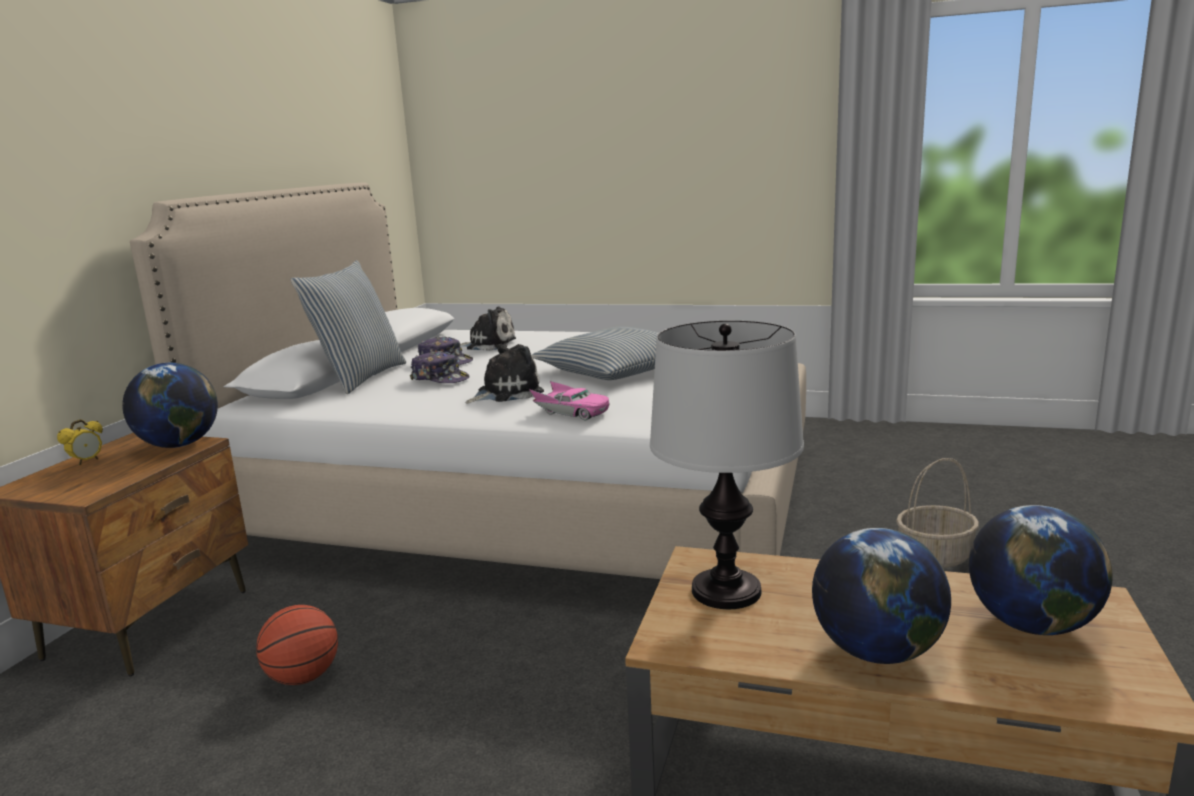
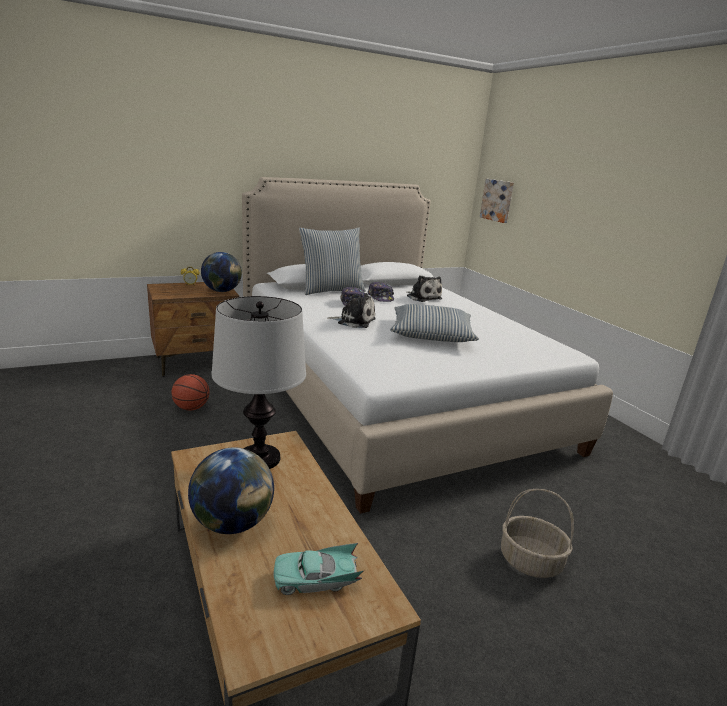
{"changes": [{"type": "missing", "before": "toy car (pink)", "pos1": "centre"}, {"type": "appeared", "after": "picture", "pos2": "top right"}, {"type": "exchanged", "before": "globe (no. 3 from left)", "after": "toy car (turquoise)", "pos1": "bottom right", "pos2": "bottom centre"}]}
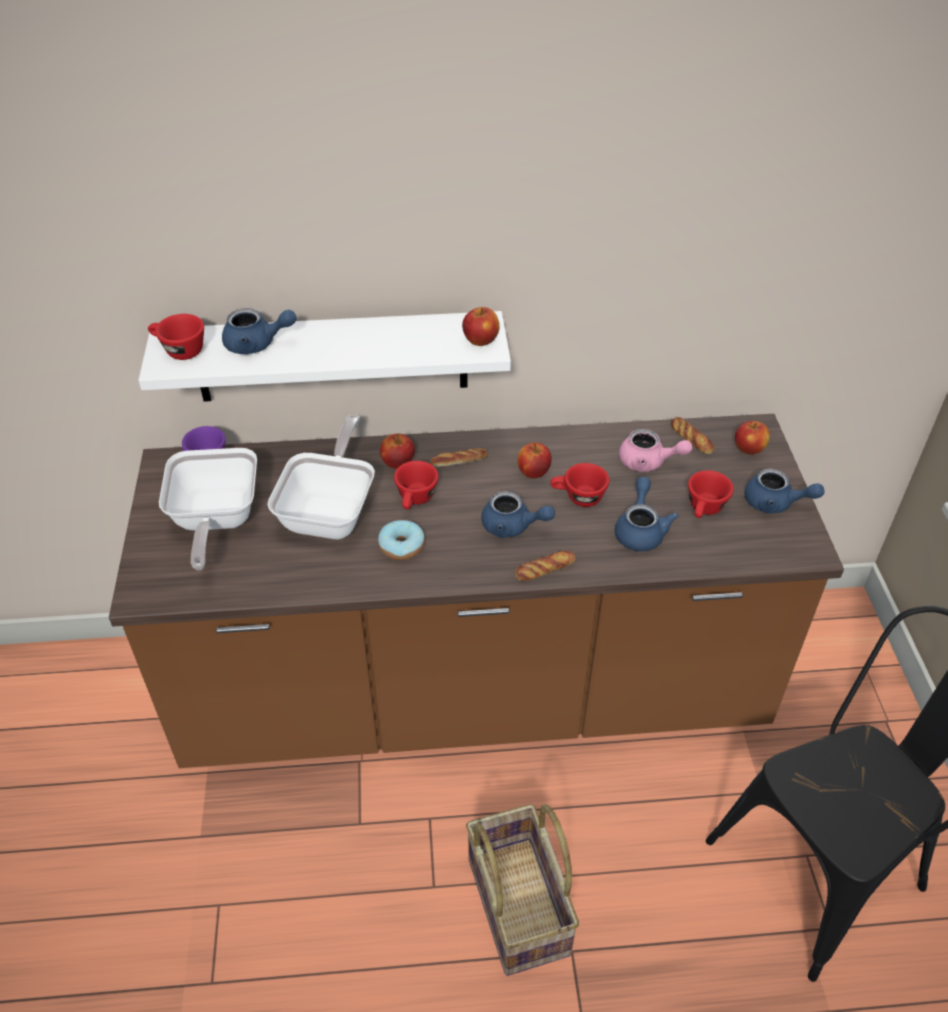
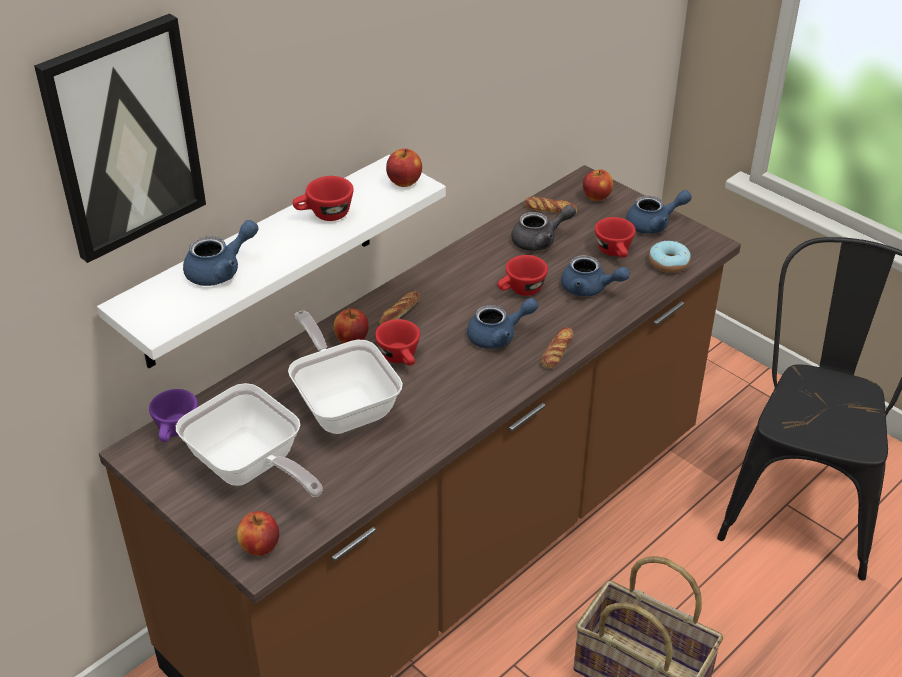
{"changes": [{"type": "appeared", "after": "picture", "pos2": "top left"}, {"type": "relocated", "before": "cup (red) (no. 1 from left)", "pos1": "top left", "pos2": "top centre"}, {"type": "relocated", "before": "donut", "pos1": "centre", "pos2": "middle right"}, {"type": "relocated", "before": "apple (no. 3 from left in the first image)", "after": "apple (no. 1 from left)", "pos1": "centre", "pos2": "bottom left"}, {"type": "colour", "before": "teapot (pink)", "after": "teapot (grey)", "pos1": "middle right", "pos2": "centre"}, {"type": "spun", "before": "teapot (blue) (no. 3 from left)", "pos1": "middle right", "pos2": "centre", "turn": 150}]}
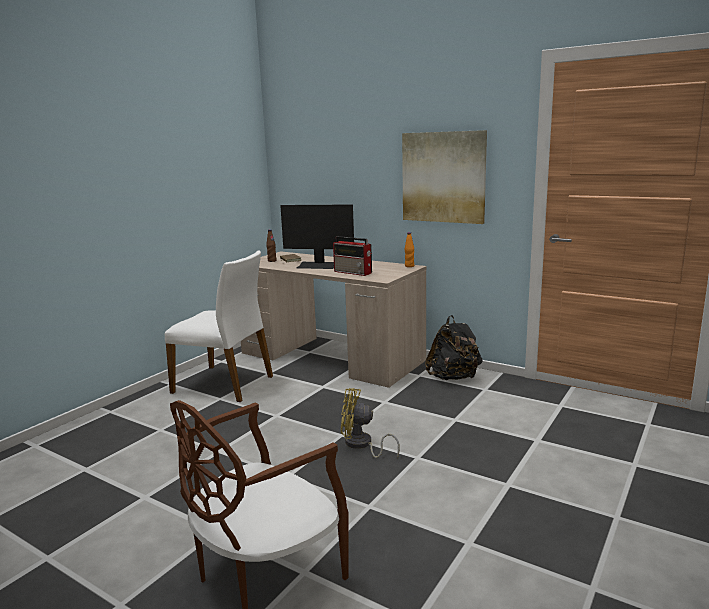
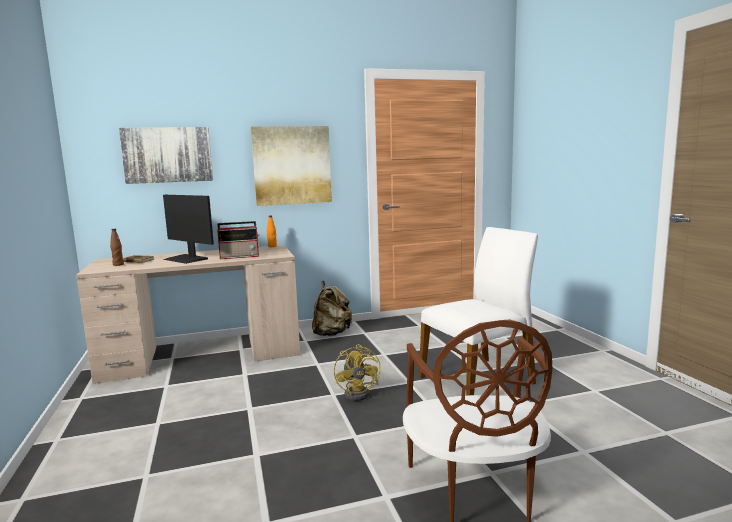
{"changes": [{"type": "appeared", "after": "picture (no. 1 from left)", "pos2": "top left"}, {"type": "relocated", "before": "chair (white)", "pos1": "middle left", "pos2": "centre"}, {"type": "colour", "before": "backpack (black)", "after": "backpack (beige)", "pos1": "centre", "pos2": "centre"}, {"type": "spun", "before": "monitor", "pos1": "centre", "pos2": "middle left", "turn": 75}, {"type": "spun", "before": "fan (yellow)", "pos1": "bottom centre", "pos2": "bottom centre", "turn": -60}]}
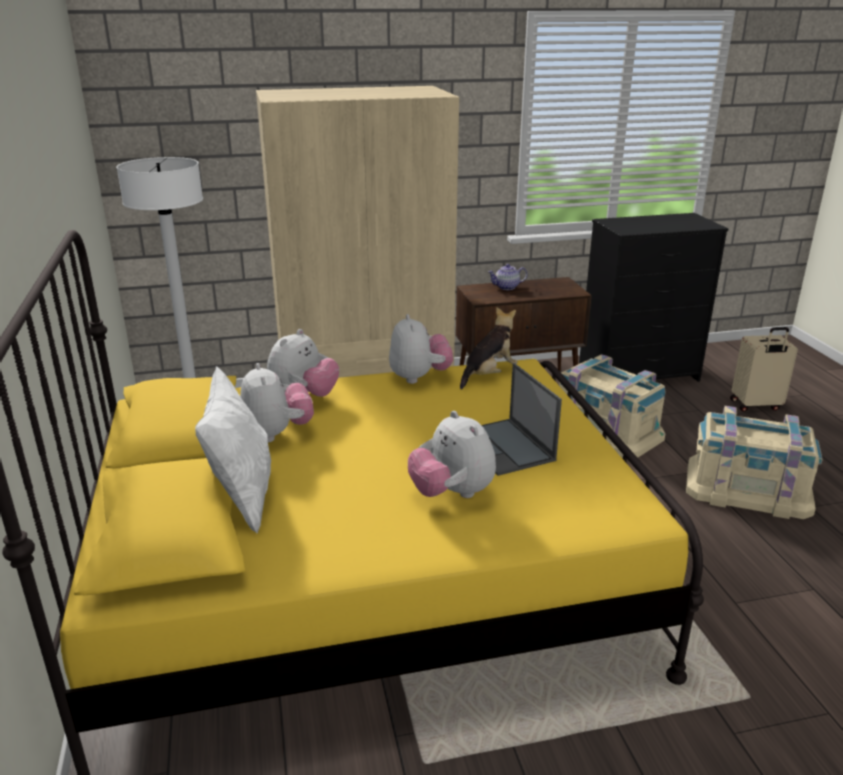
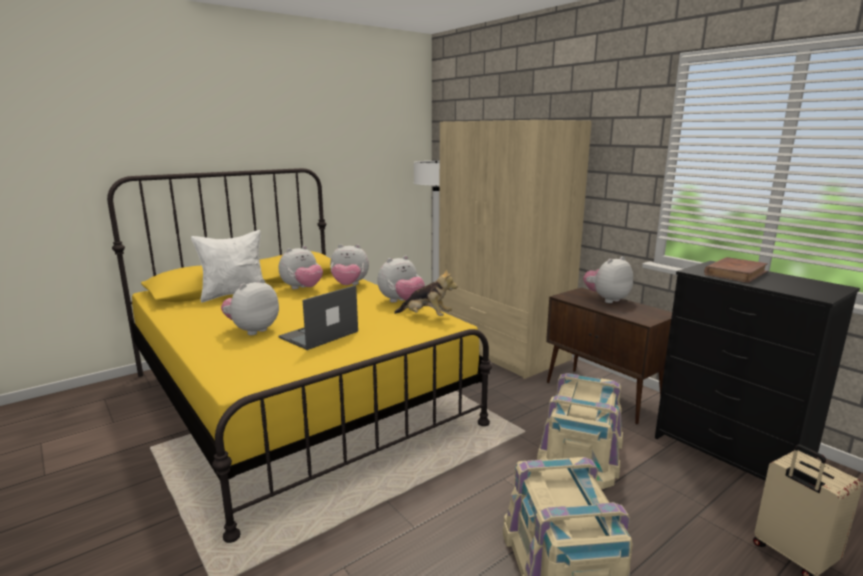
{"changes": [{"type": "appeared", "after": "book (brown)", "pos2": "middle right"}, {"type": "exchanged", "before": "teapot", "after": "plush toy (no. 6 from left)", "pos1": "centre", "pos2": "middle right"}]}
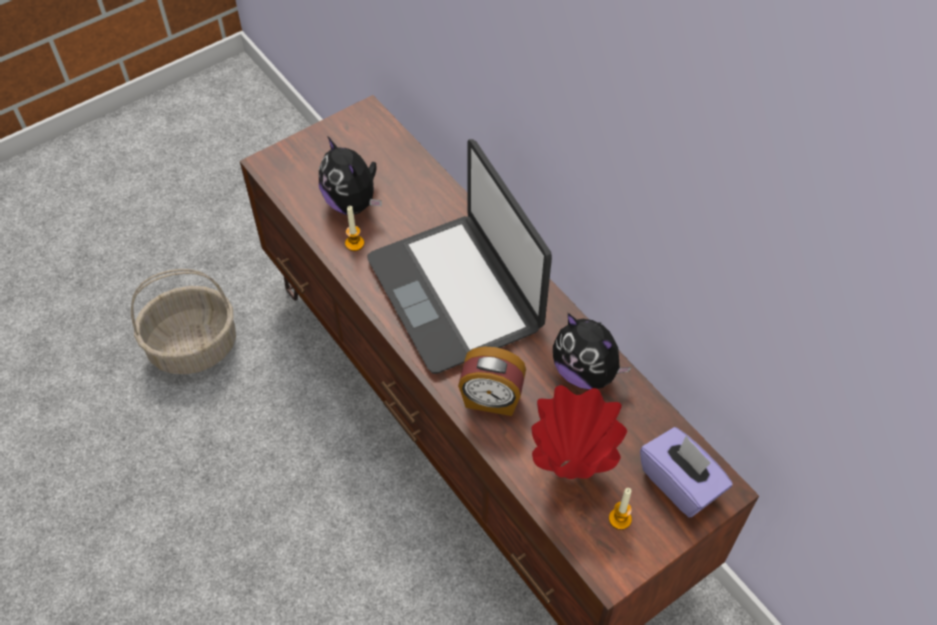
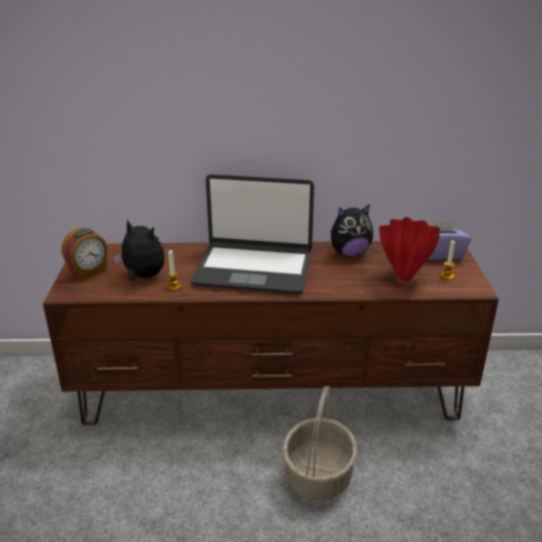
{"changes": [{"type": "relocated", "before": "basket", "pos1": "middle left", "pos2": "bottom centre"}, {"type": "relocated", "before": "alarm clock", "pos1": "centre", "pos2": "middle left"}, {"type": "spun", "before": "plush toy (no. 1 from left)", "pos1": "top centre", "pos2": "middle left", "turn": -150}]}
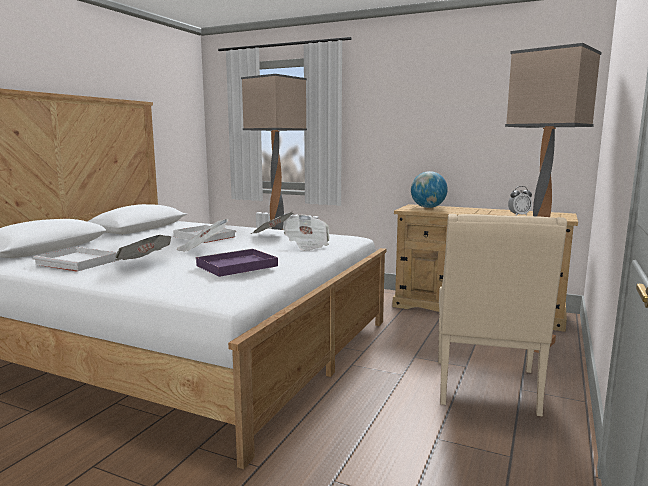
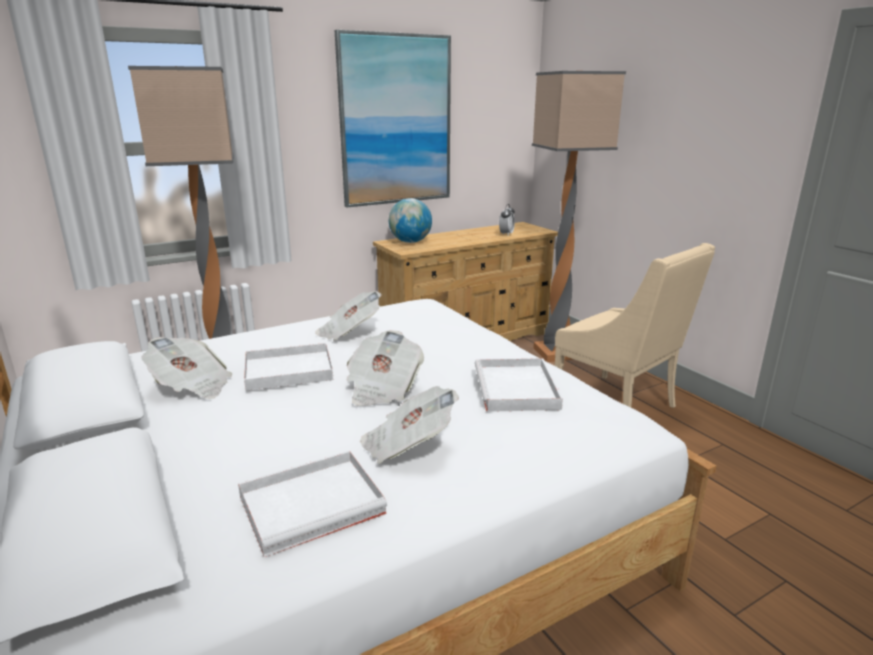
{"changes": [{"type": "appeared", "after": "picture", "pos2": "top centre"}, {"type": "relocated", "before": "newspaper (no. 4 from left in the first image)", "after": "newspaper (no. 1 from left)", "pos1": "centre", "pos2": "middle left"}, {"type": "colour", "before": "tray (purple)", "after": "tray (white) (no. 3 from left)", "pos1": "centre", "pos2": "centre"}]}
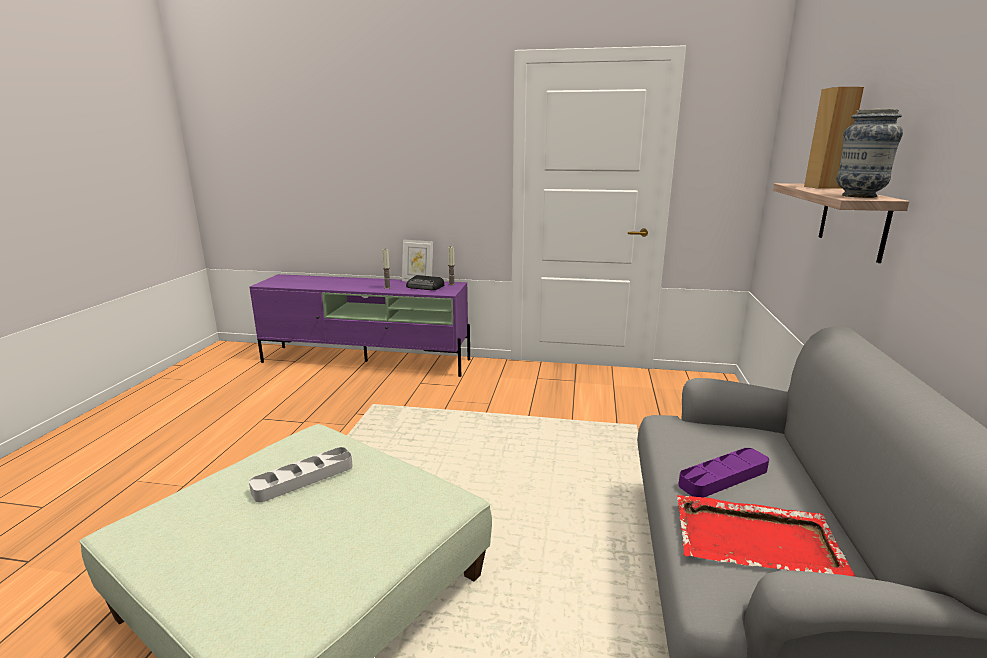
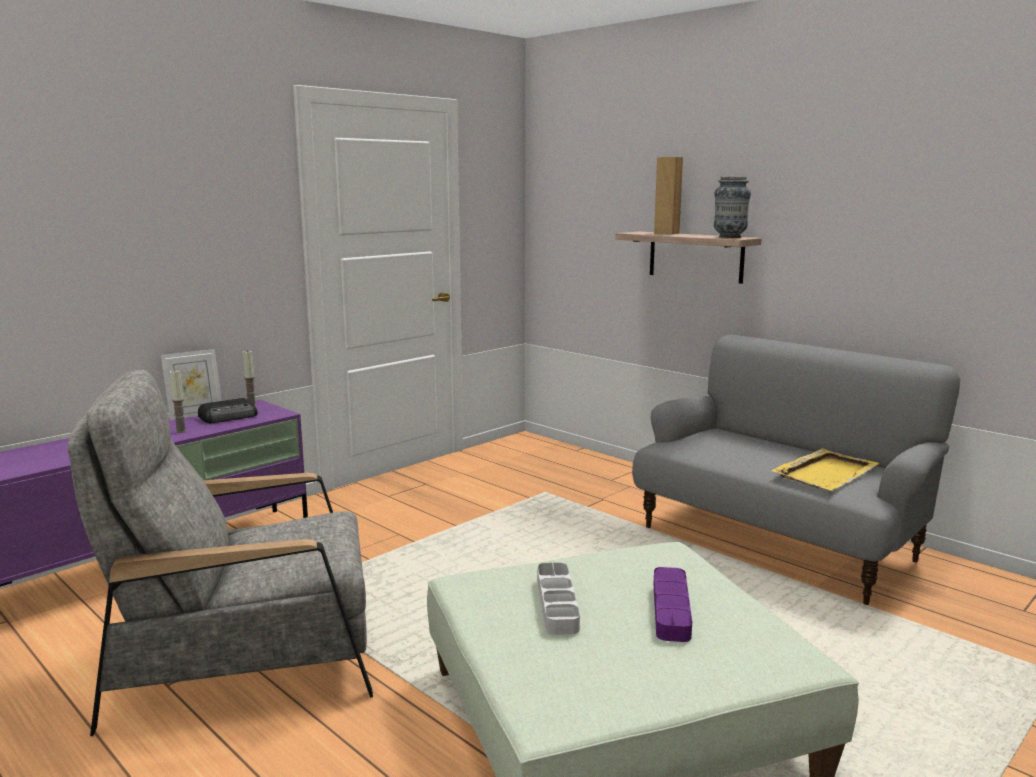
{"changes": [{"type": "appeared", "after": "armchair (grey)", "pos2": "bottom left"}, {"type": "relocated", "before": "tray (purple)", "pos1": "bottom right", "pos2": "bottom centre"}, {"type": "colour", "before": "tray (red)", "after": "tray (yellow)", "pos1": "bottom right", "pos2": "middle right"}]}
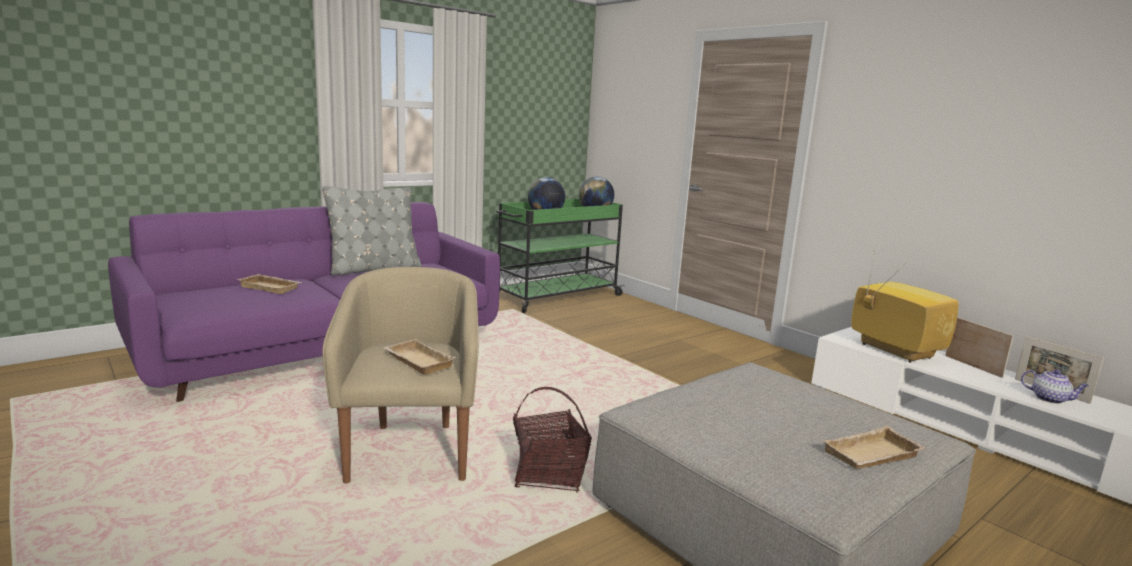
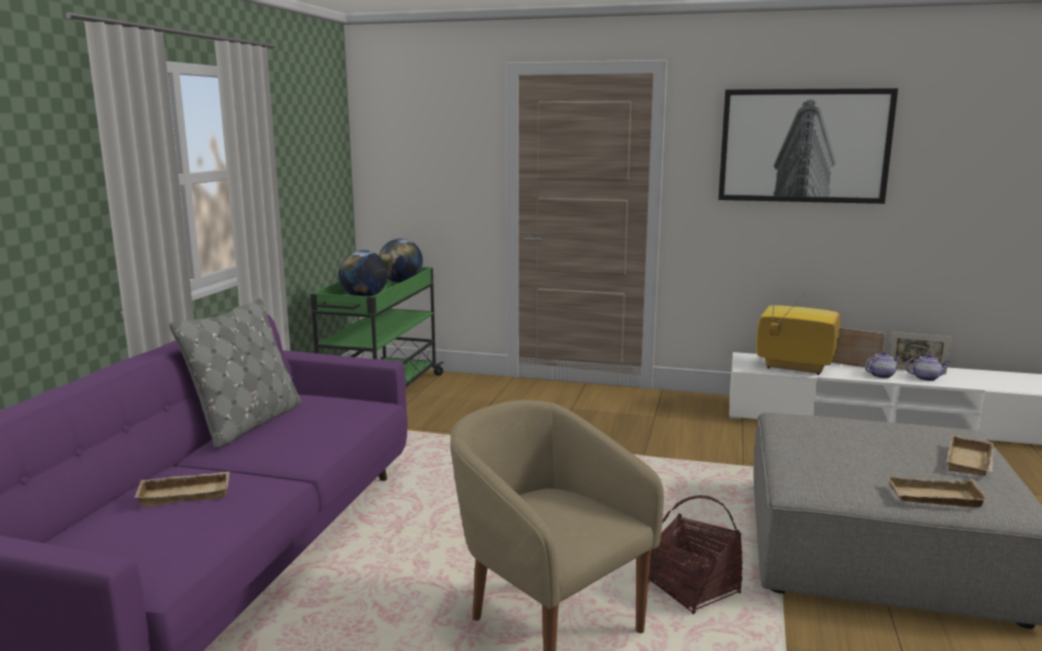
{"changes": [{"type": "appeared", "after": "picture", "pos2": "top right"}, {"type": "appeared", "after": "teapot (no. 1 from left)", "pos2": "middle right"}, {"type": "relocated", "before": "tray (beige) (no. 2 from left)", "pos1": "centre", "pos2": "bottom right"}]}
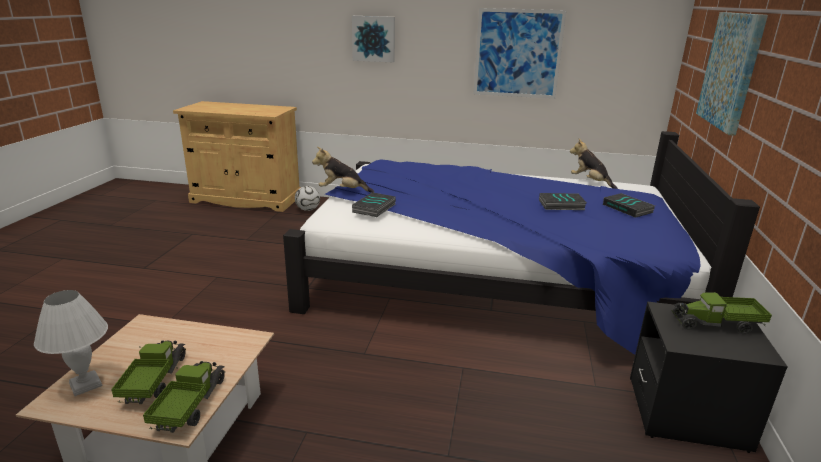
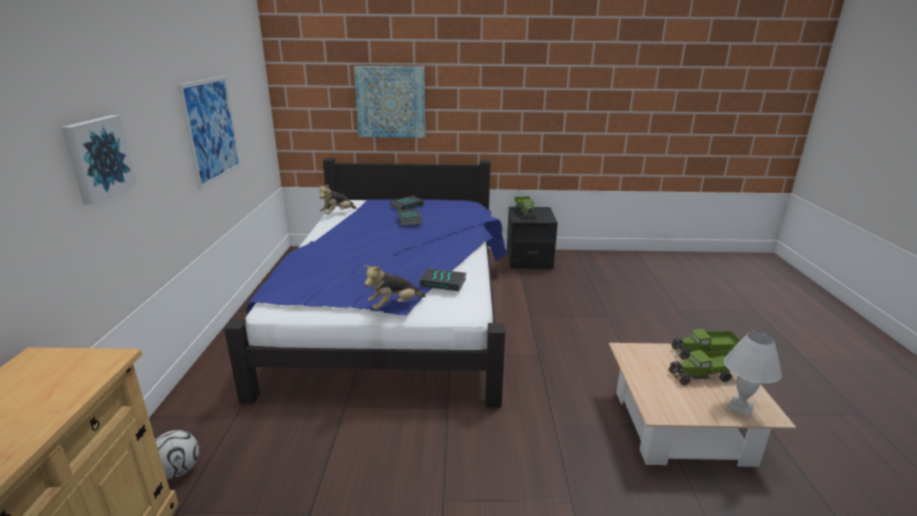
{"changes": [{"type": "spun", "before": "plush toy (no. 1 from left in the first image)", "pos1": "centre", "pos2": "centre", "turn": 60}]}
